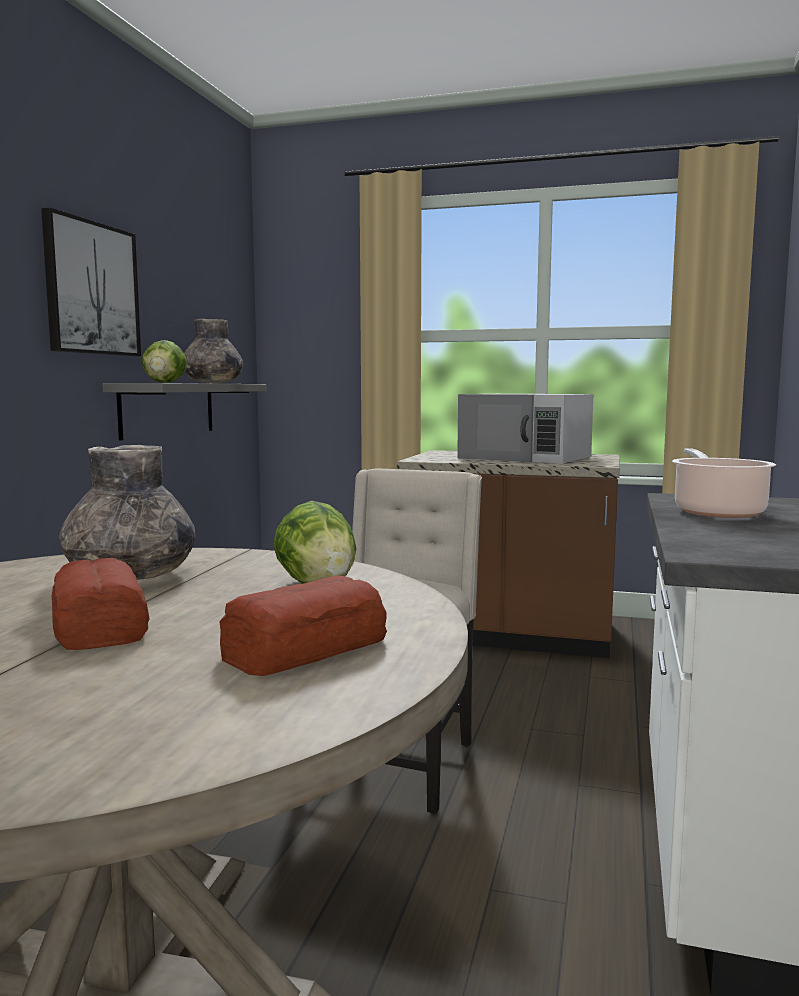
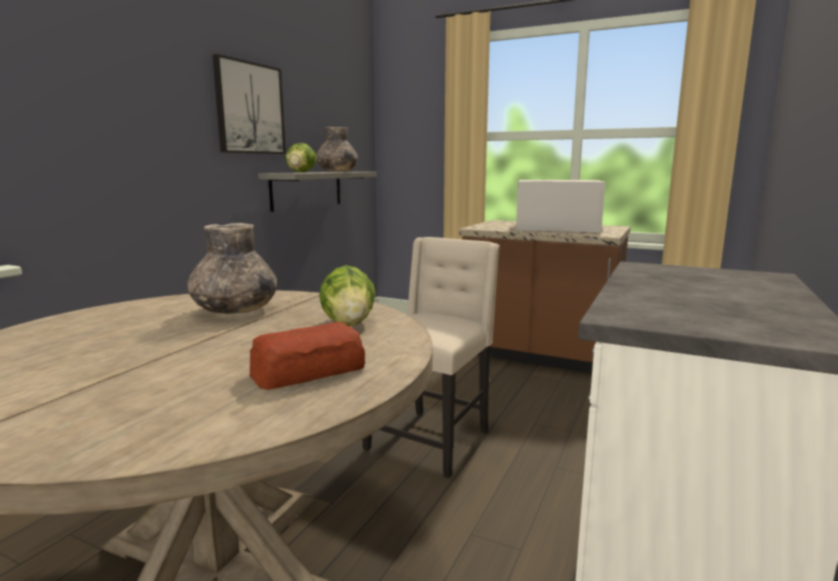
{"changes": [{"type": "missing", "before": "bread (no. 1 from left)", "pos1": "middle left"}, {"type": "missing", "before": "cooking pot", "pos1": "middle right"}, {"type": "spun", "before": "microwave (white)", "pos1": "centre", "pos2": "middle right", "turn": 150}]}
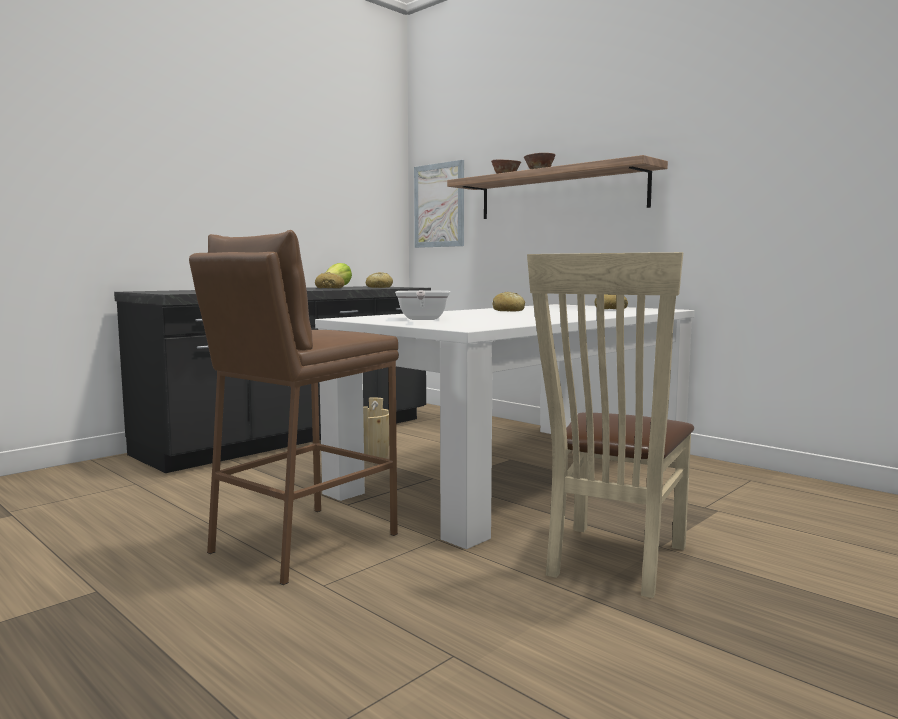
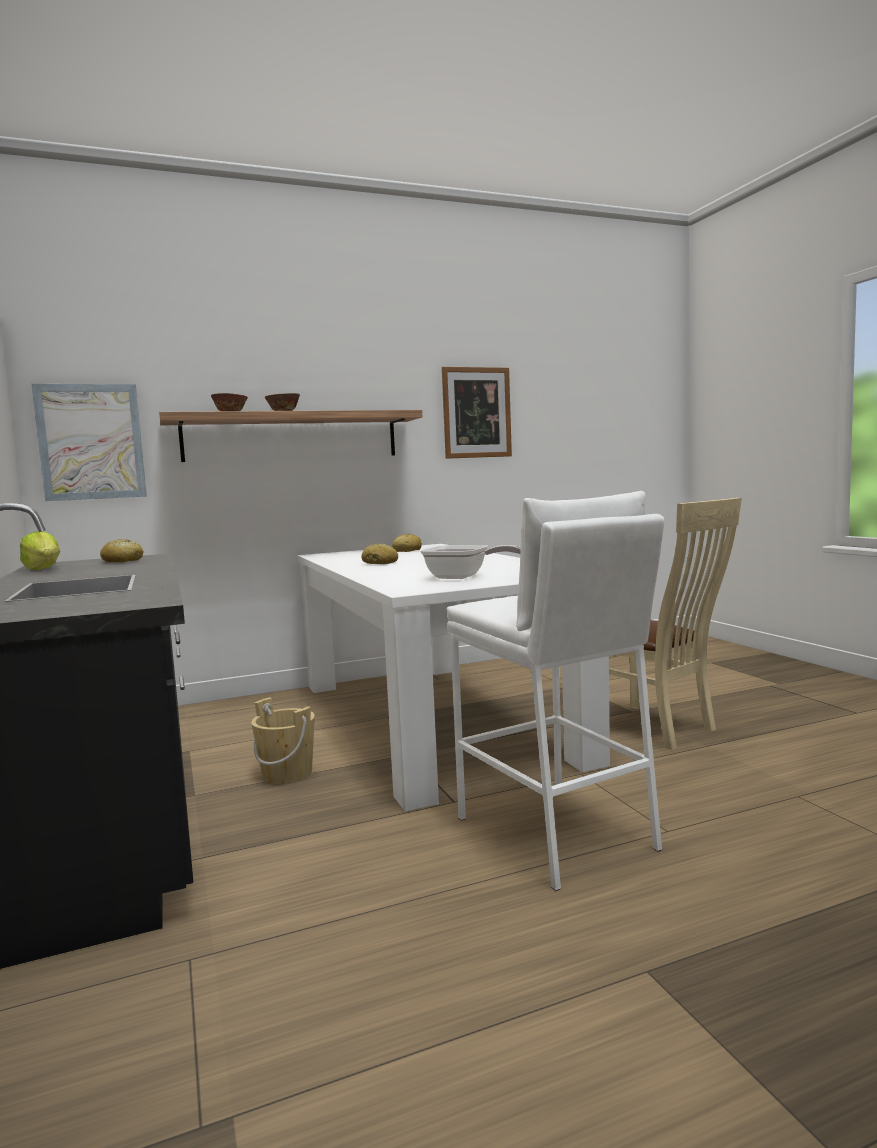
{"changes": [{"type": "missing", "before": "bread (no. 1 from left)", "pos1": "centre"}, {"type": "appeared", "after": "picture (no. 2 from left)", "pos2": "centre"}, {"type": "colour", "before": "stool (brown)", "after": "stool (white)", "pos1": "middle left", "pos2": "centre"}]}
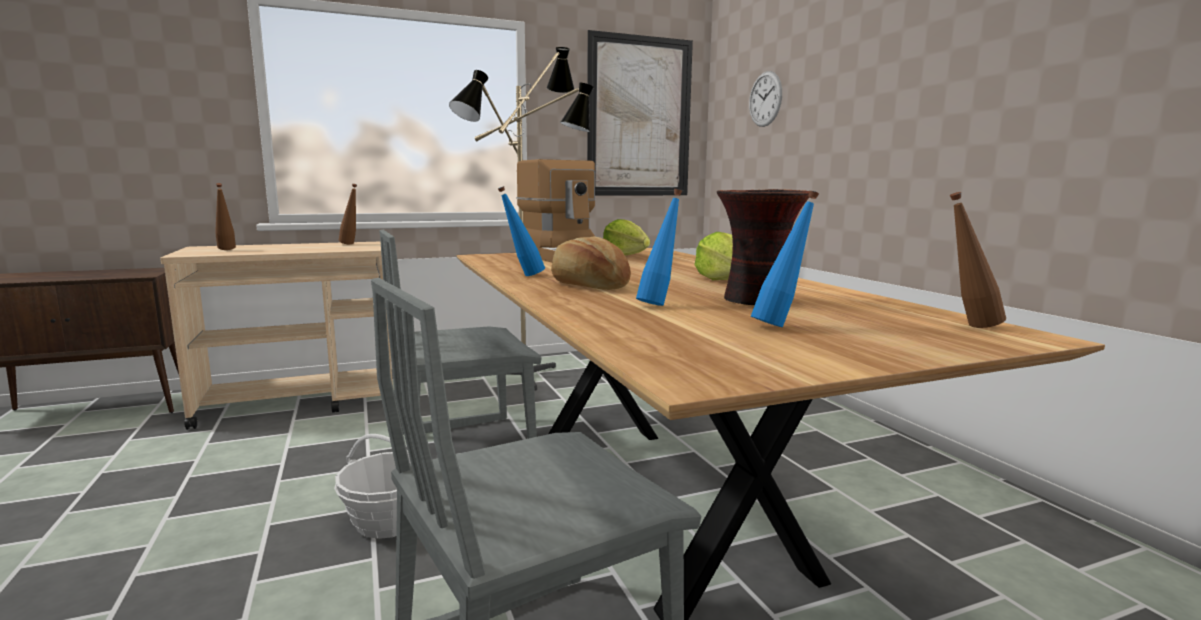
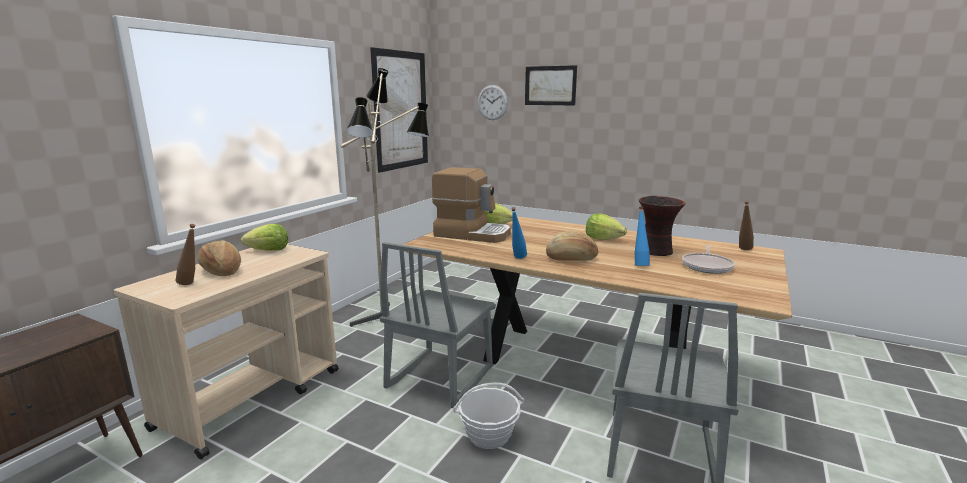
{"changes": [{"type": "appeared", "after": "bread (no. 1 from left)", "pos2": "middle left"}, {"type": "appeared", "after": "picture (no. 2 from left)", "pos2": "top centre"}, {"type": "exchanged", "before": "bottle (brown) (no. 2 from left)", "after": "lettuce (no. 1 from left)", "pos1": "middle left", "pos2": "middle left"}, {"type": "exchanged", "before": "bottle (blue) (no. 3 from left)", "after": "frying pan", "pos1": "centre", "pos2": "middle right"}]}
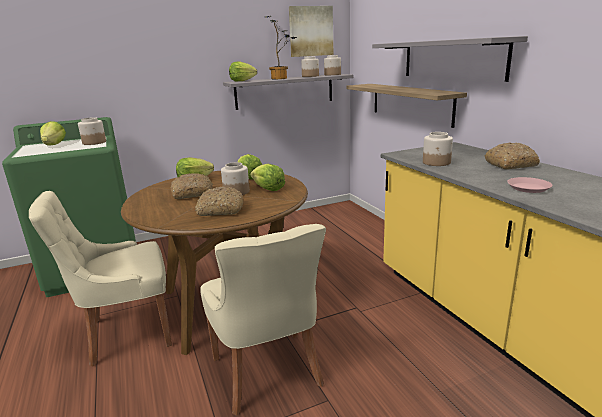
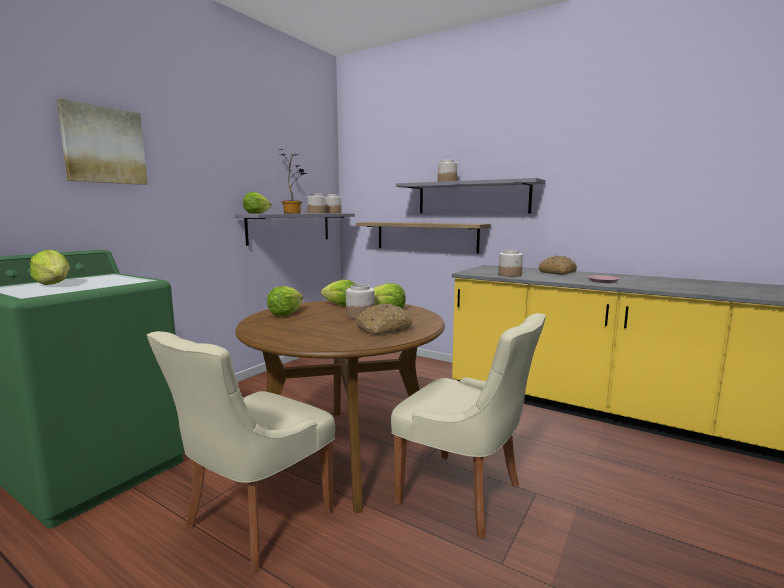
{"changes": [{"type": "missing", "before": "bread (no. 1 from left)", "pos1": "middle left"}, {"type": "relocated", "before": "jar (no. 1 from left in the first image)", "after": "jar (no. 4 from left)", "pos1": "top left", "pos2": "top centre"}, {"type": "relocated", "before": "picture", "pos1": "top centre", "pos2": "top left"}]}
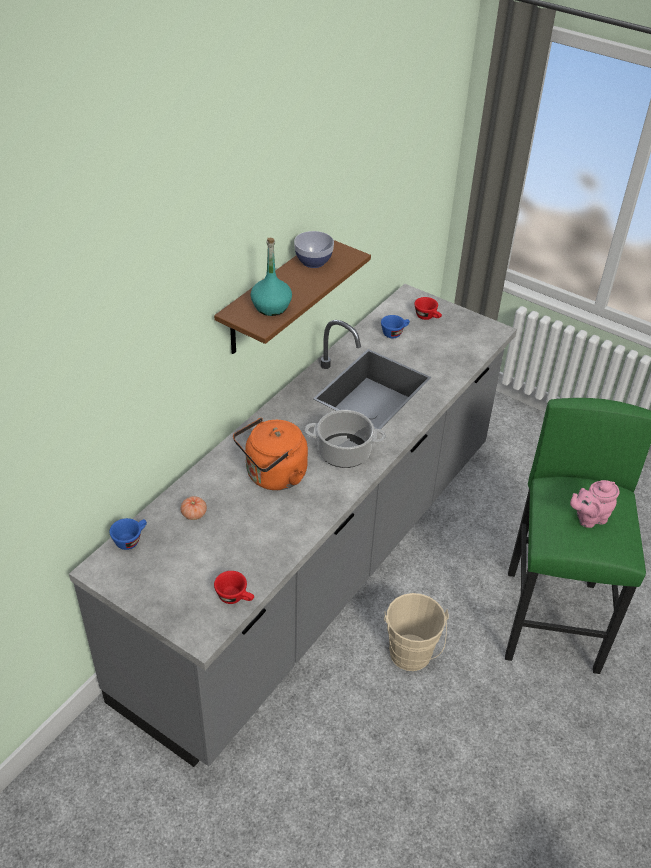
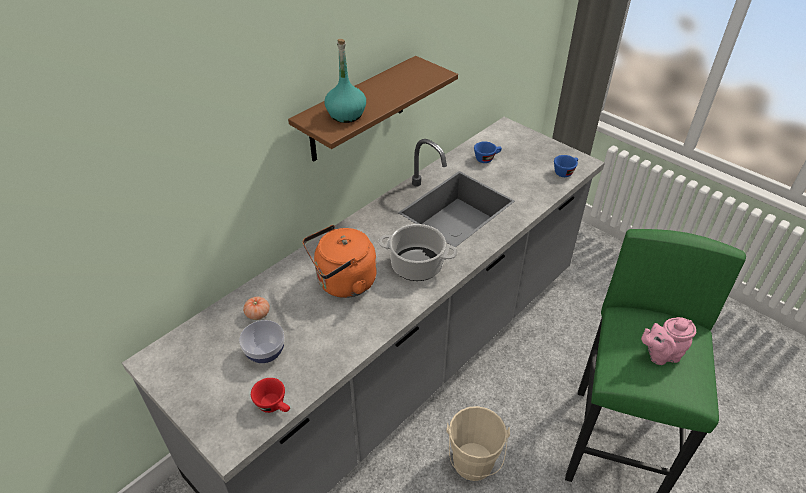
{"changes": [{"type": "missing", "before": "cup (red) (no. 2 from left)", "pos1": "centre"}, {"type": "relocated", "before": "cup (blue) (no. 1 from left in the first image)", "after": "cup (blue) (no. 2 from left)", "pos1": "middle left", "pos2": "middle right"}, {"type": "relocated", "before": "bowl", "pos1": "top centre", "pos2": "bottom left"}]}
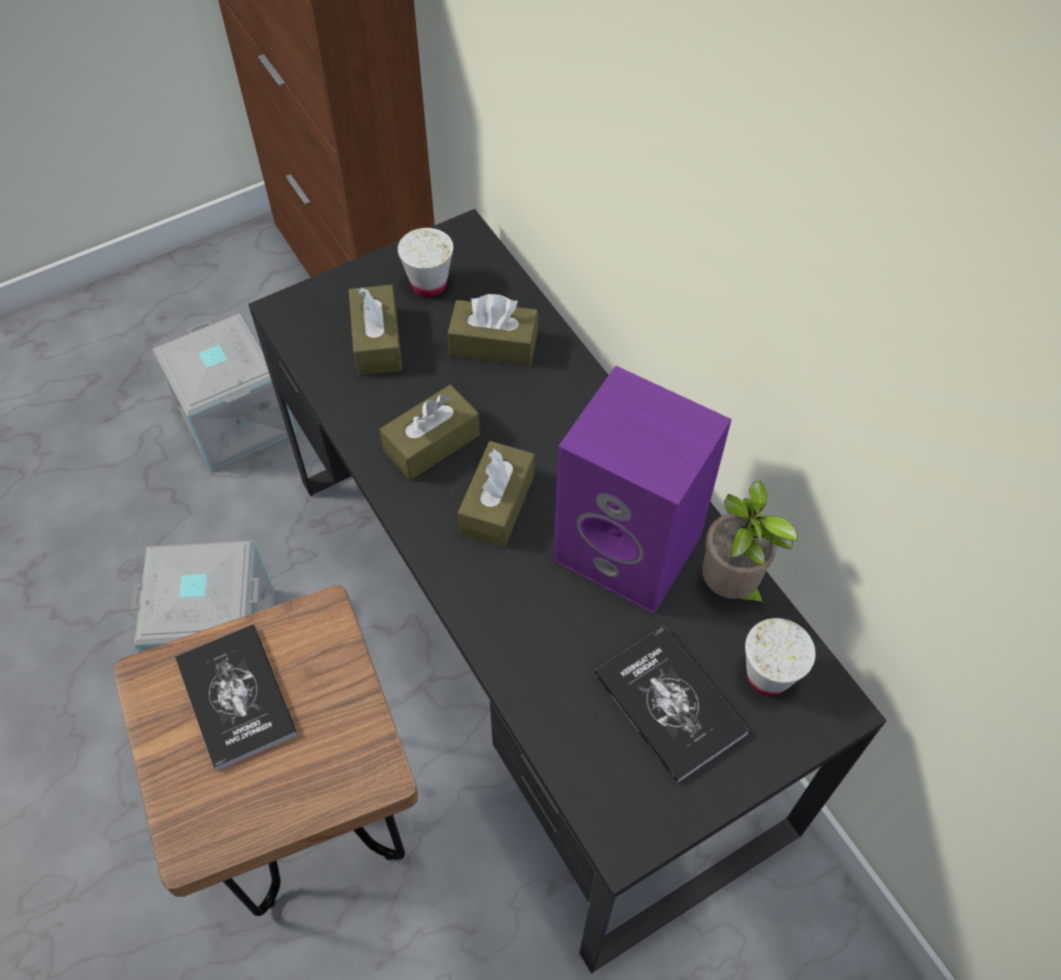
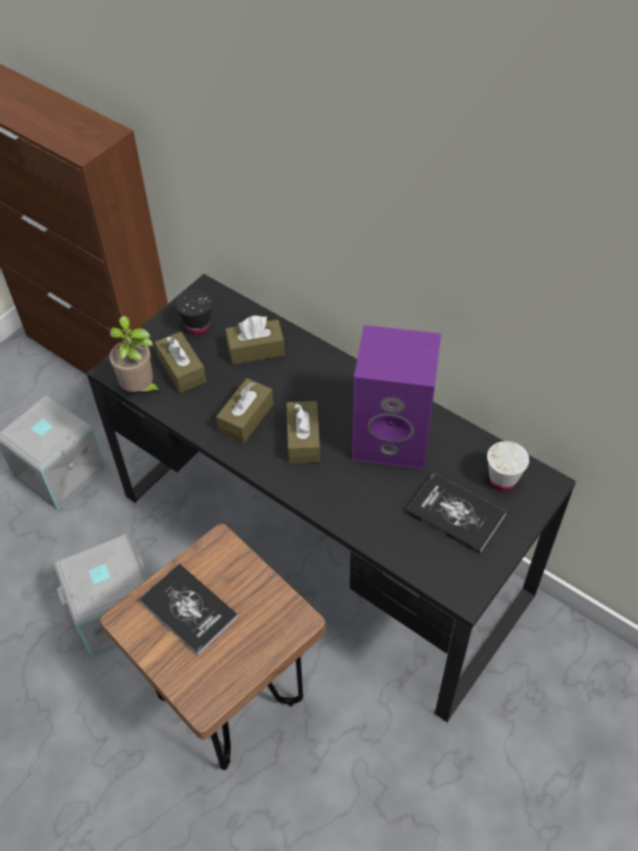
{"changes": [{"type": "relocated", "before": "potted plant", "pos1": "middle right", "pos2": "middle left"}, {"type": "colour", "before": "cup (white) (no. 1 from left)", "after": "cup (black)", "pos1": "top centre", "pos2": "middle left"}]}
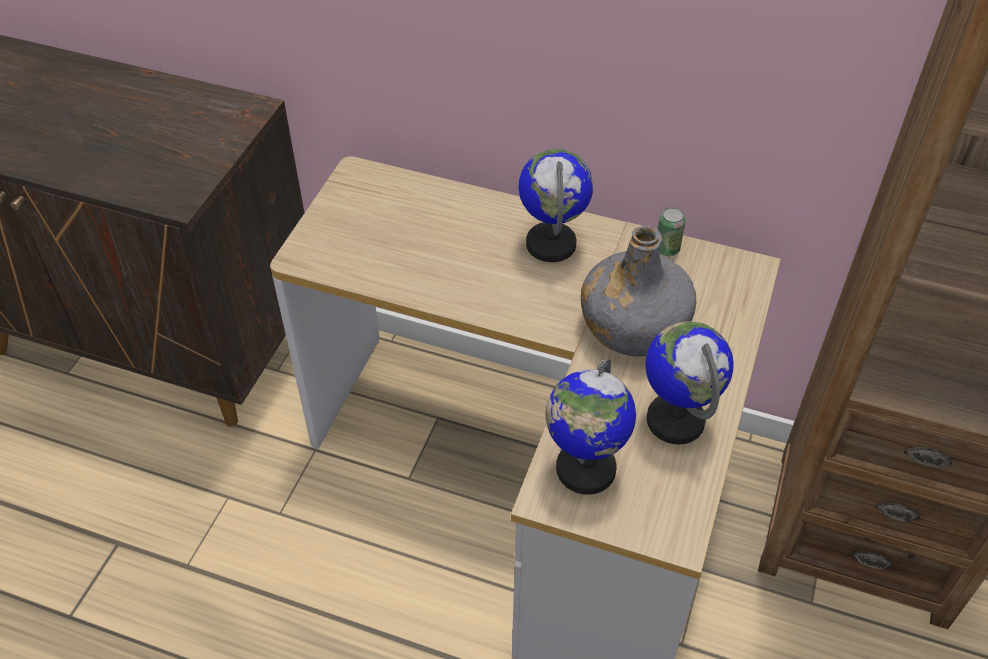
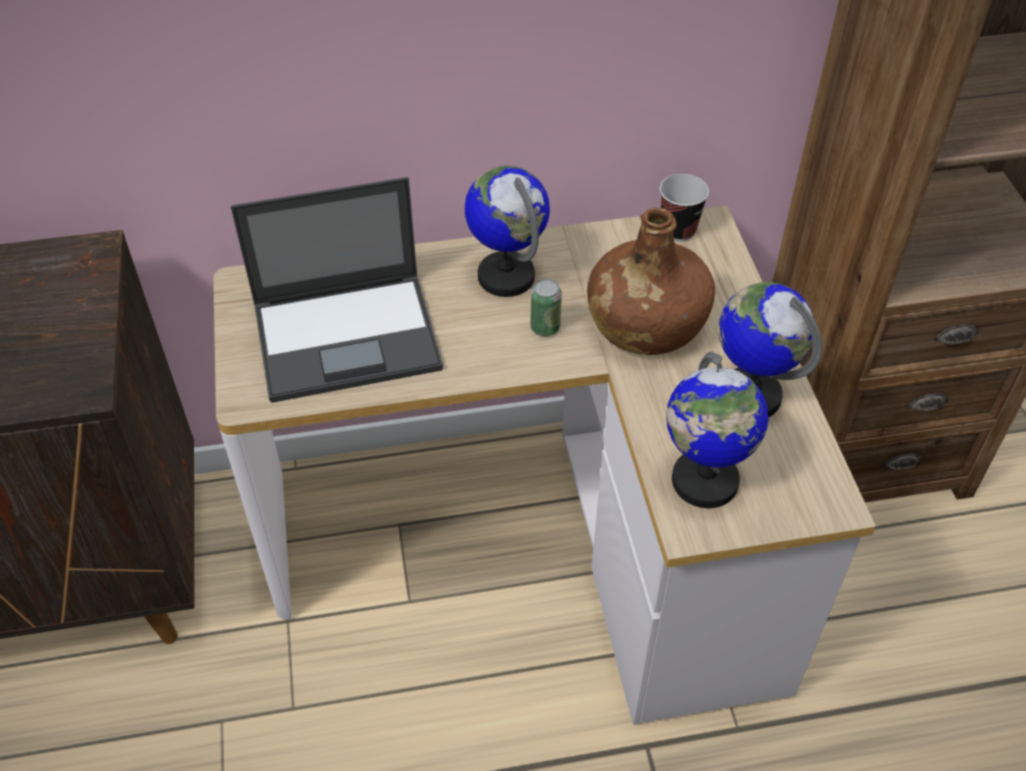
{"changes": [{"type": "appeared", "after": "laptop", "pos2": "middle left"}, {"type": "appeared", "after": "cup", "pos2": "top right"}, {"type": "relocated", "before": "can", "pos1": "middle right", "pos2": "centre"}, {"type": "colour", "before": "bottle (grey)", "after": "bottle (brown)", "pos1": "centre", "pos2": "centre"}]}
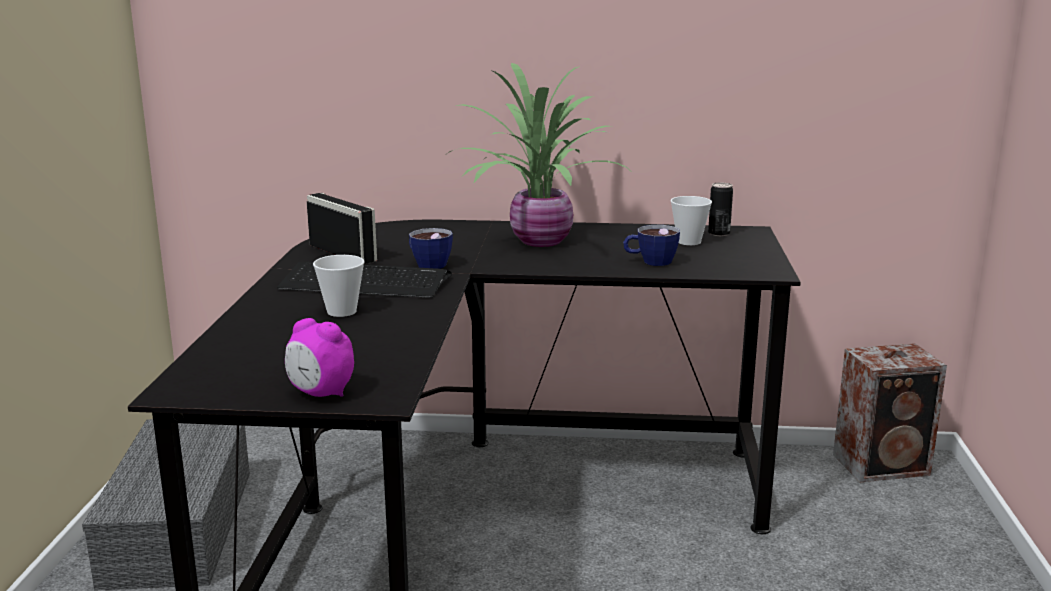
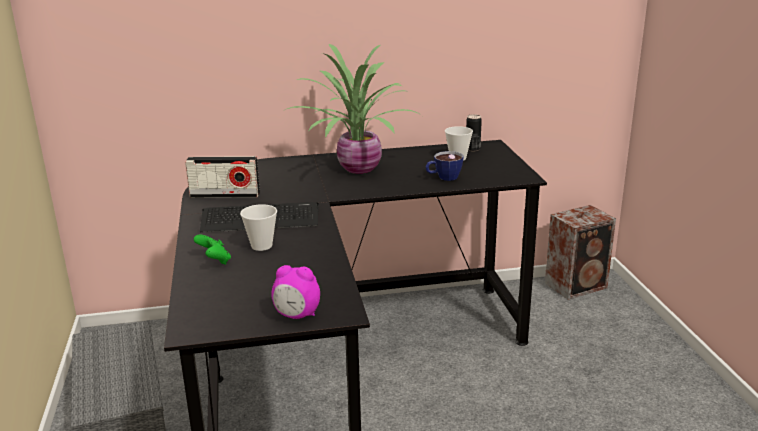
{"changes": [{"type": "missing", "before": "cup (no. 2 from left)", "pos1": "centre"}, {"type": "appeared", "after": "game controller (green)", "pos2": "middle left"}, {"type": "spun", "before": "radio", "pos1": "middle left", "pos2": "middle left", "turn": 150}]}
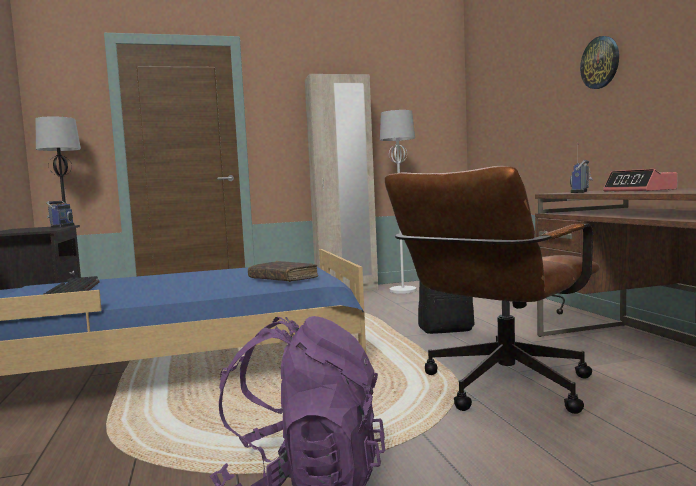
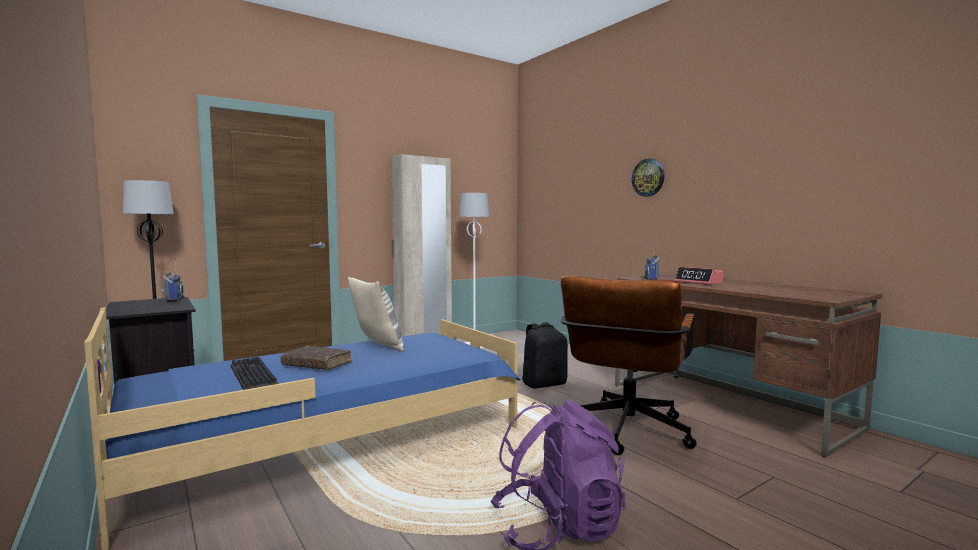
{"changes": [{"type": "appeared", "after": "pillow", "pos2": "centre"}, {"type": "relocated", "before": "book (brown)", "pos1": "centre", "pos2": "middle left"}]}
